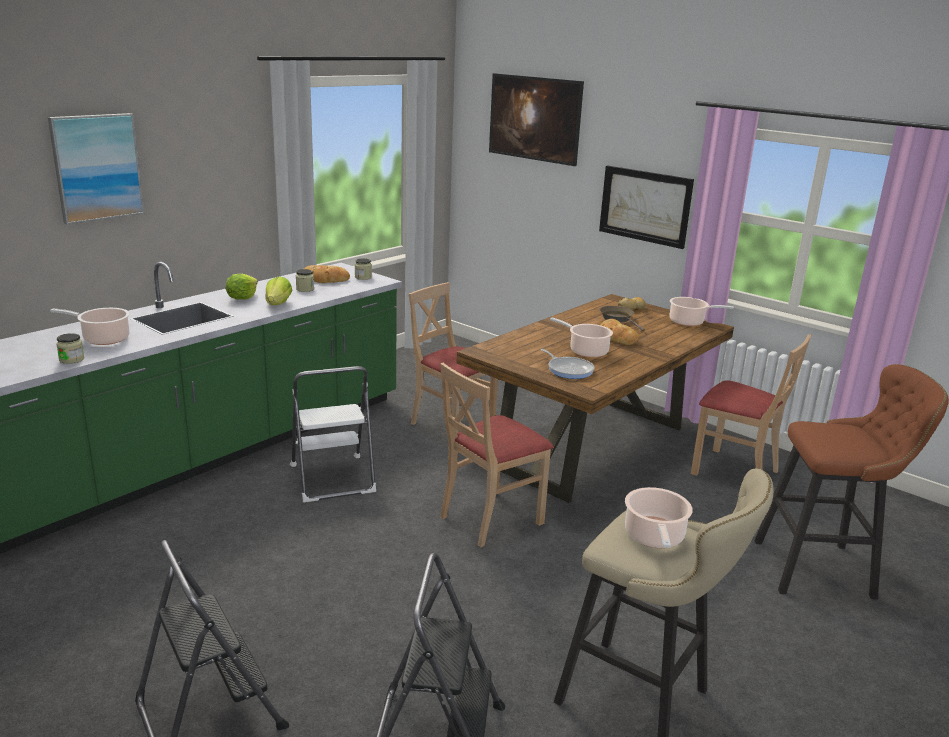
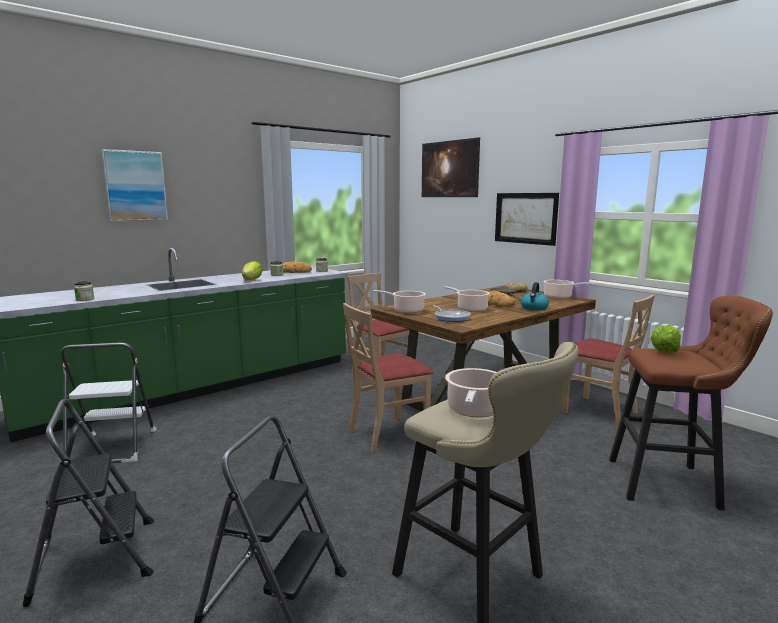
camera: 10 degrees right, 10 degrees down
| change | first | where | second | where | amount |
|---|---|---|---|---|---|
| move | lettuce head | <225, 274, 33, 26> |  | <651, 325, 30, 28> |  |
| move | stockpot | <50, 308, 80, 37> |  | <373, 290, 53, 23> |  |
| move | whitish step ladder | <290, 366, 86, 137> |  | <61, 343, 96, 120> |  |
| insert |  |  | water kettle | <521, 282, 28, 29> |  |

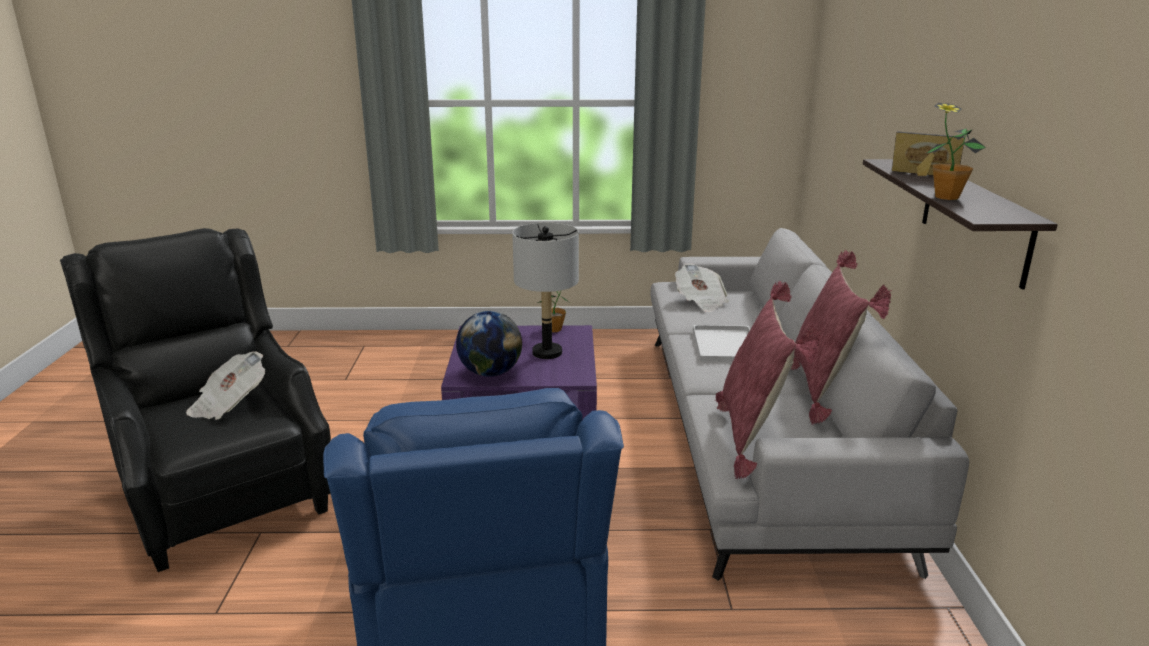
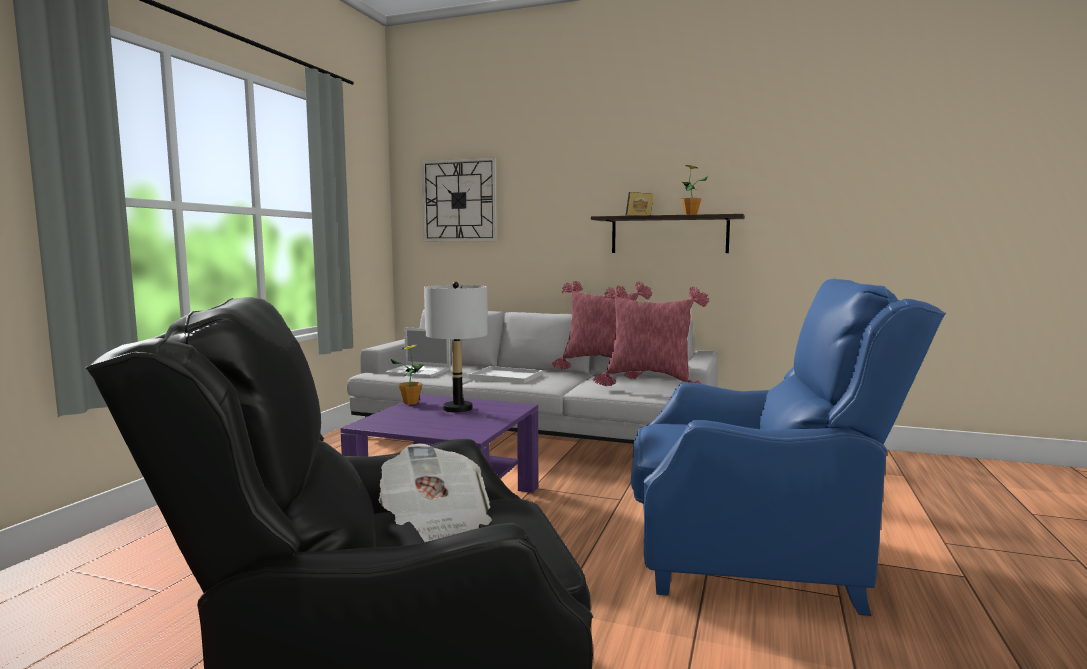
camera: 70 degrees left, 15 degrees down
| change | first | where | second | where | amount |
|---|---|---|---|---|---|
| replace | printed paper | <675, 263, 54, 49> | notebook computer | <385, 327, 66, 50> |  |
| delete | globe | <456, 311, 66, 66> |  |  |  |
| insert |  |  | wall clock | <422, 157, 75, 84> |  |

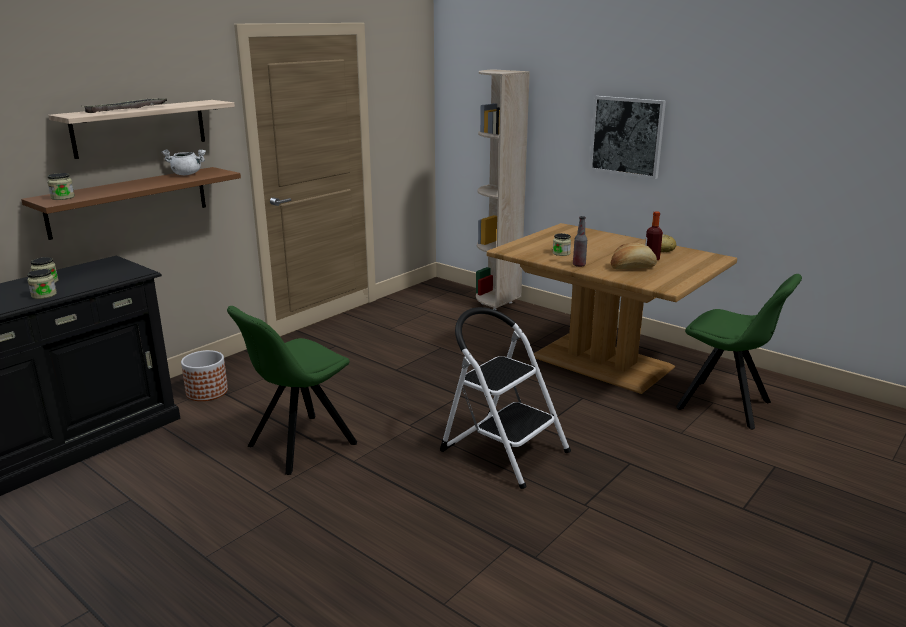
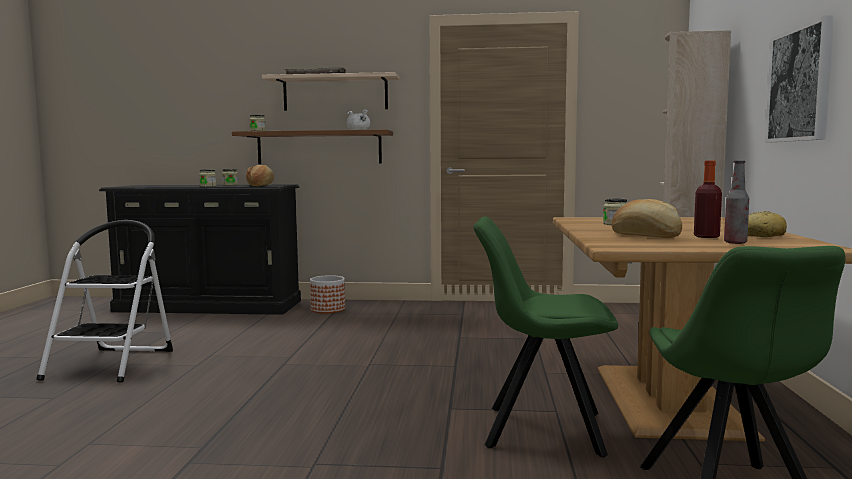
camera: 55 degrees right, 15 degrees down
| change | first | where | second | where | amount |
|---|---|---|---|---|---|
| move | drink bottle | <573, 216, 14, 51> |  | <724, 161, 25, 83> |  |
| move | green chair | <227, 306, 130, 169> |  | <473, 217, 145, 240> |  |
| move | step ladder | <440, 307, 131, 182> |  | <36, 220, 137, 162> |  |
| insert |  |  | bakery bread | <246, 165, 28, 21> |  |

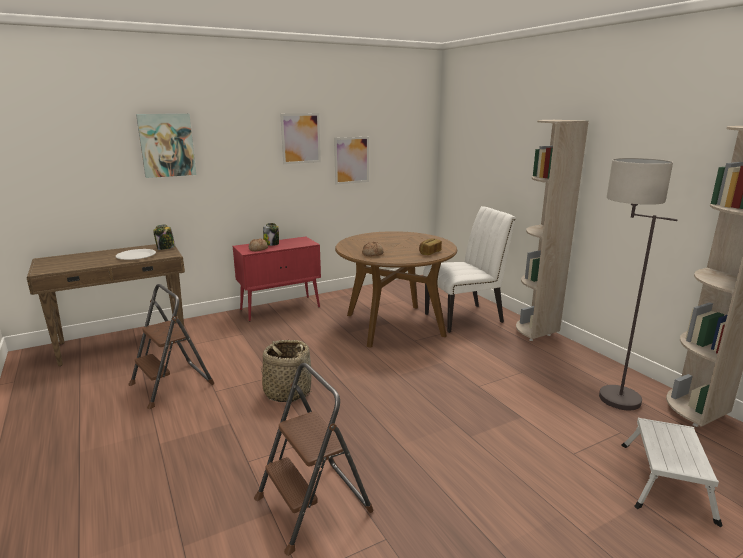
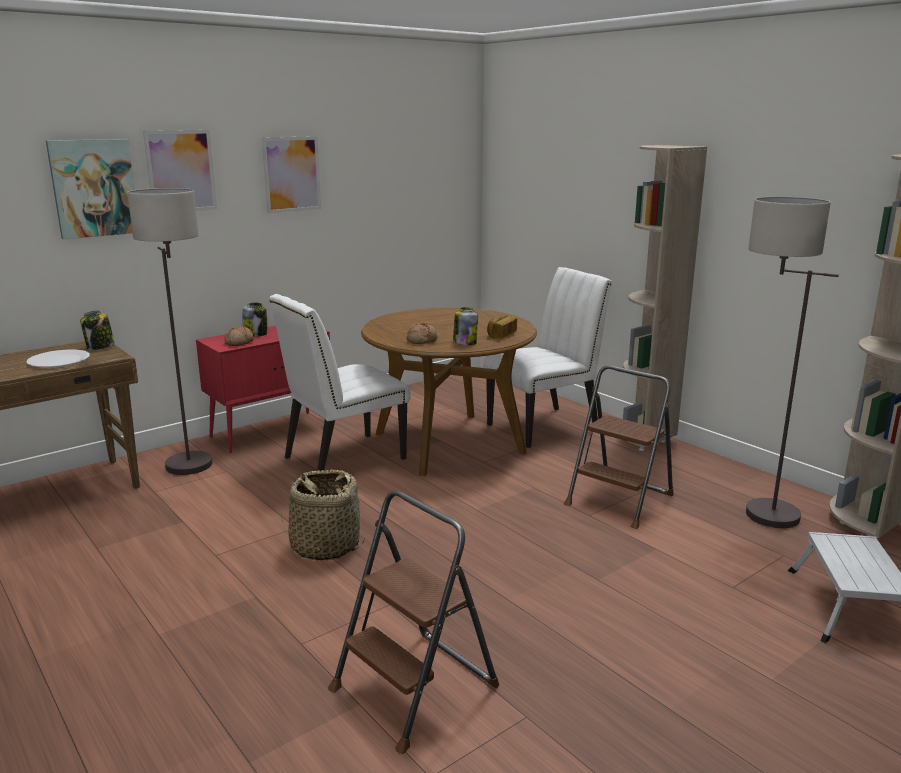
camera: 10 degrees left, 0 degrees up
| change | first | where | second | where | amount |
|---|---|---|---|---|---|
| move | wall art | <334, 137, 35, 47> |  | <143, 130, 74, 81> |  |
| move | brown step ladder | <128, 284, 86, 125> |  | <564, 366, 109, 163> |  |
| insert |  |  | greyish floor lamp | <127, 188, 85, 287> |  |
| insert |  |  | whitish chair | <269, 294, 141, 177> |  |
| insert |  |  | jar | <453, 307, 25, 38> |  |

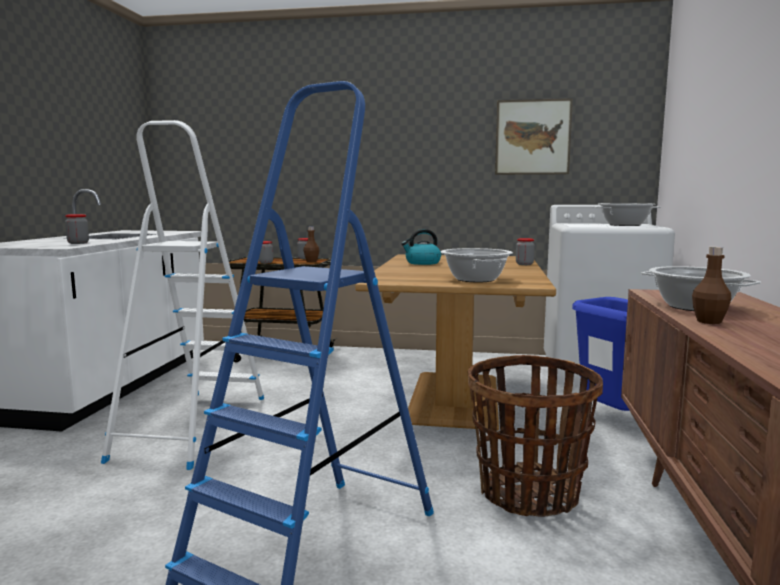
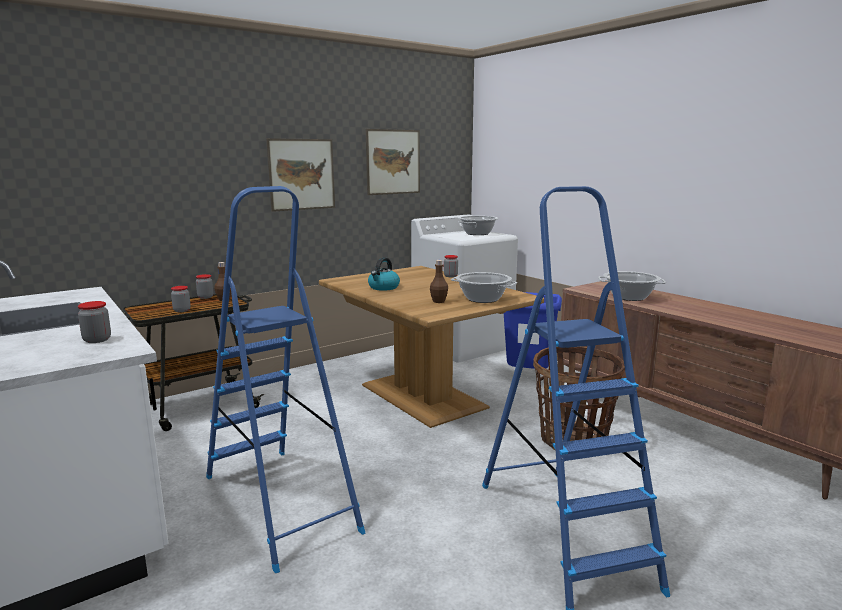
camera: 45 degrees left, 5 degrees up
| change | first | where | second | where | amount |
|---|---|---|---|---|---|
| recolor | whitish step ladder | <101, 120, 163, 350> | blue step ladder | <206, 186, 159, 387> |  |
| move | brown drink bottle | <692, 247, 39, 77> |  | <430, 260, 18, 43> |  |
| insert |  |  | wall art | <266, 138, 69, 74> |  |

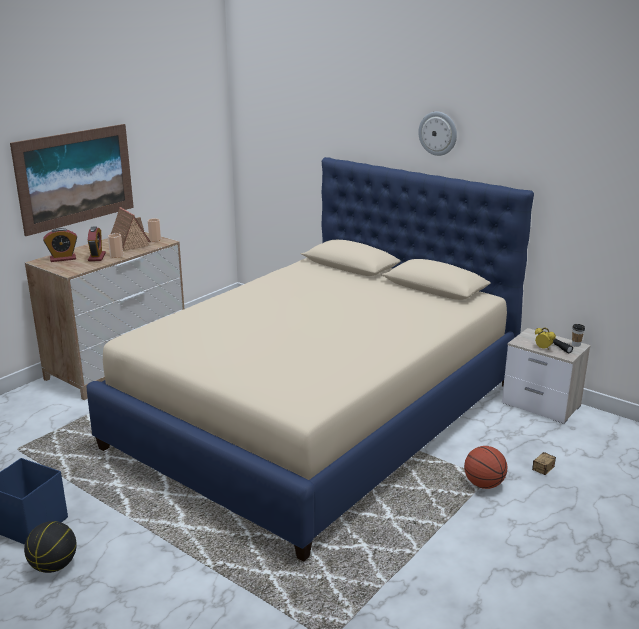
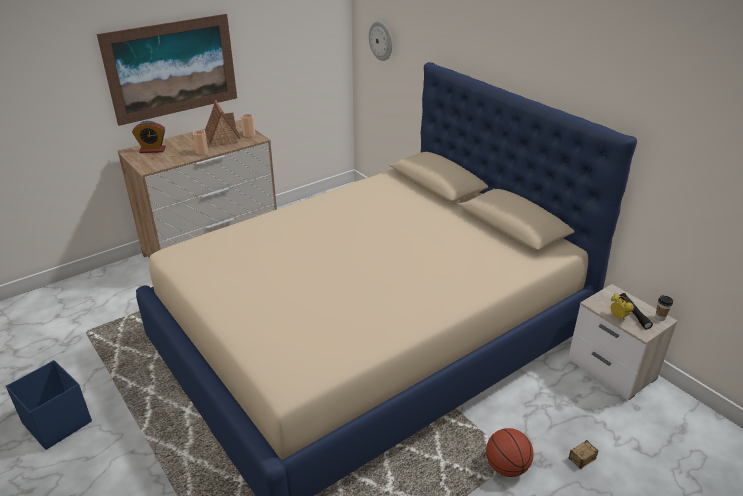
camera: 15 degrees right, 10 degrees up
| change | first | where | second | where | amount |
|---|---|---|---|---|---|
| move | wall clock | <418, 111, 39, 45> |  | <369, 22, 23, 39> |  |
| delete | alarm clock | <88, 226, 18, 35> |  |  |  |
| delete | ball for basketball | <24, 521, 53, 52> |  |  |  |

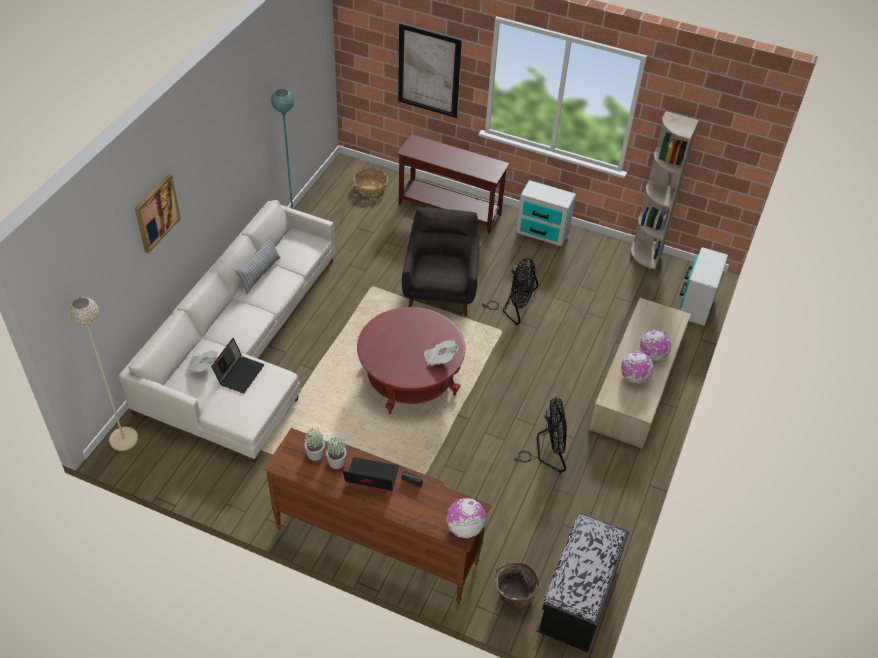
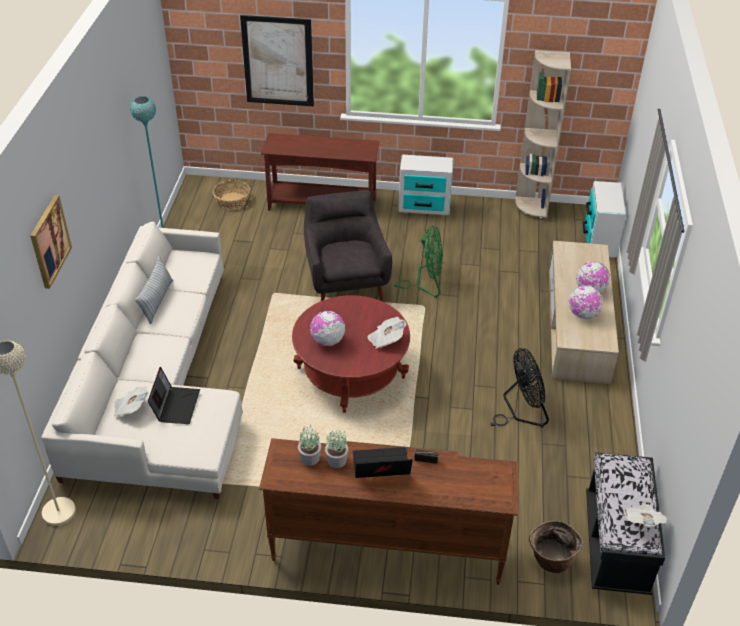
camera: 15 degrees left, 5 degrees down
| change | first | where | second | where | amount |
|---|---|---|---|---|---|
| recolor | black cooling fan | <483, 258, 55, 68> | green cooling fan | <394, 225, 49, 73> |  |
| move | globe | <446, 498, 40, 40> |  | <310, 311, 35, 35> |  |
| insert |  |  | printed paper | <624, 504, 43, 22> |  |

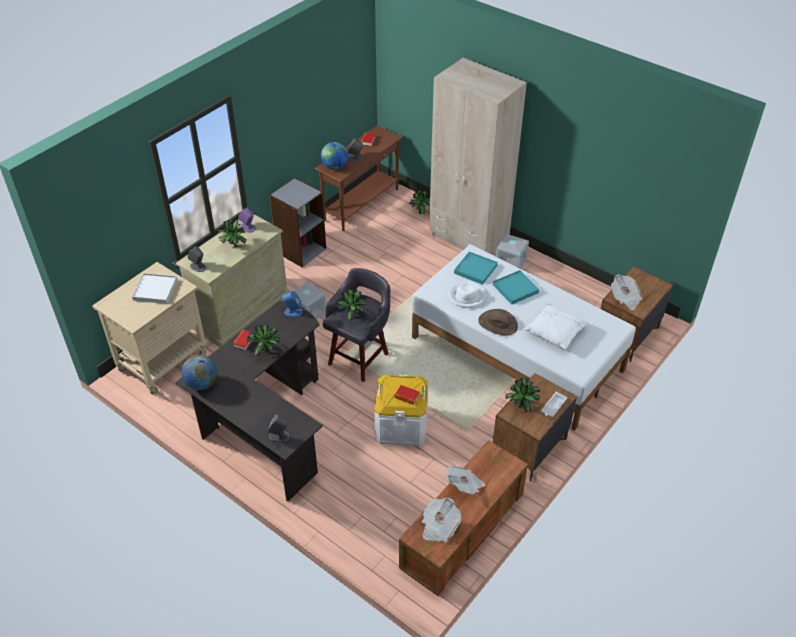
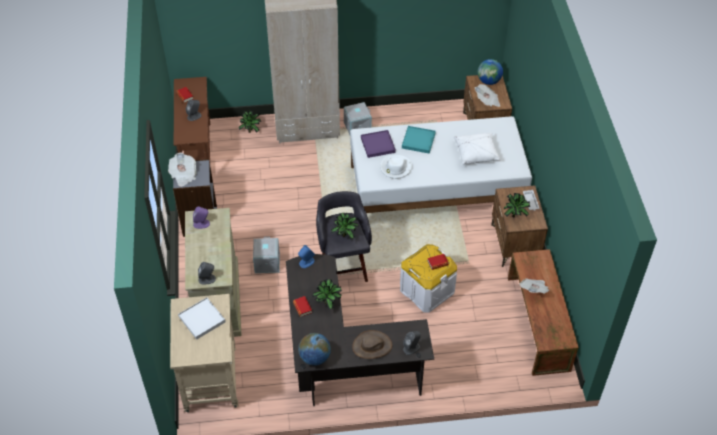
camera: 45 degrees left, 5 degrees up
| change | first | where | second | where | amount |
|---|---|---|---|---|---|
| move | globe | <321, 142, 27, 28> |  | <478, 59, 25, 26> |  |
| delete | houseplant | <218, 220, 28, 27> |  |  |  |
| recolor | turquoise-coloured tray | <454, 252, 44, 33> | purple-coloured tray | <361, 130, 35, 28> |  |
| move | brown wearable hat | <478, 309, 40, 27> |  | <352, 330, 40, 29> |  |
| move | printed paper | <422, 498, 39, 45> |  | <168, 152, 28, 35> |  |

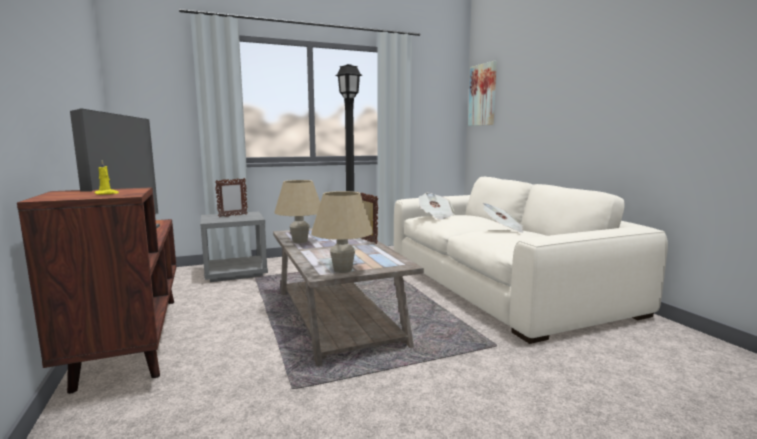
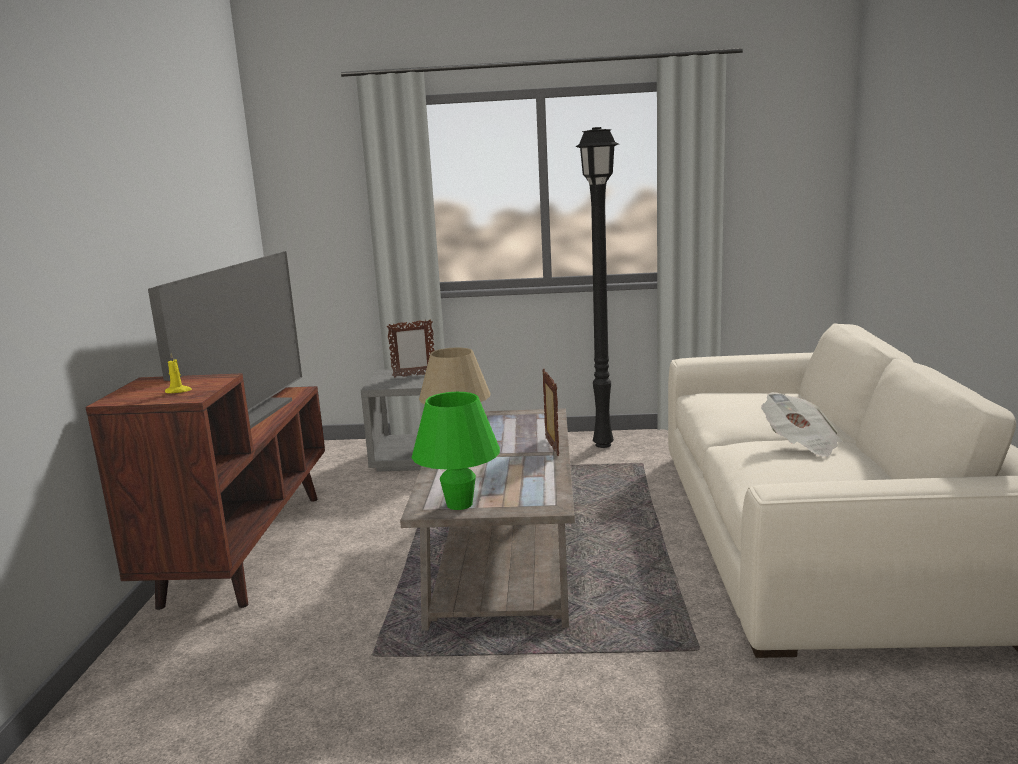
camera: 25 degrees right, 5 degrees up
| change | first | where | second | where | amount |
|---|---|---|---|---|---|
| delete | wall art | <468, 61, 29, 65> |  |  |  |
| recolor | sand-coloured table lamp | <311, 191, 62, 82> | green table lamp | <412, 392, 88, 118> |  |
| delete | printed paper | <418, 193, 37, 27> |  |  |  |

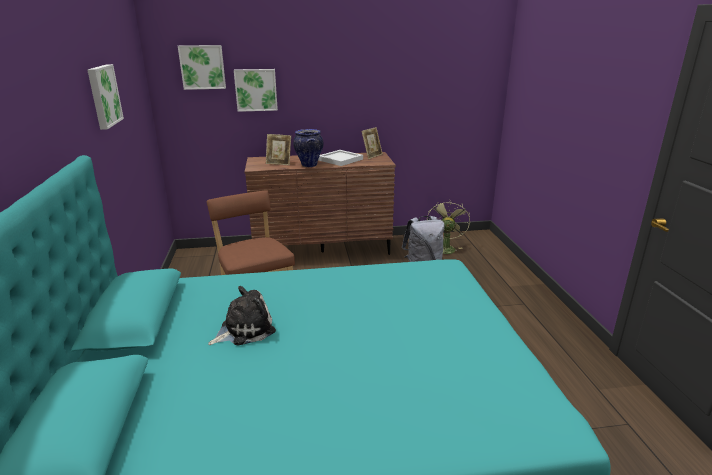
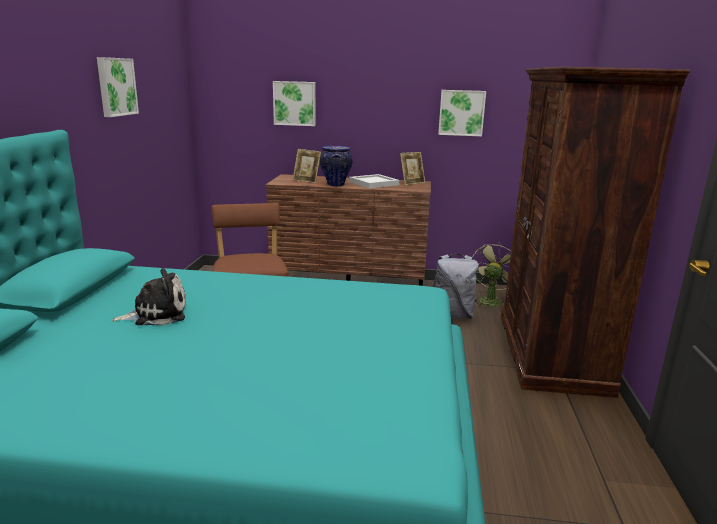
camera: 15 degrees right, 5 degrees down
| change | first | where | second | where | amount |
|---|---|---|---|---|---|
| move | wall art | <178, 45, 48, 45> |  | <438, 90, 48, 46> |  |
| insert |  |  | brown clothes cupboard | <501, 67, 189, 331> |  |

